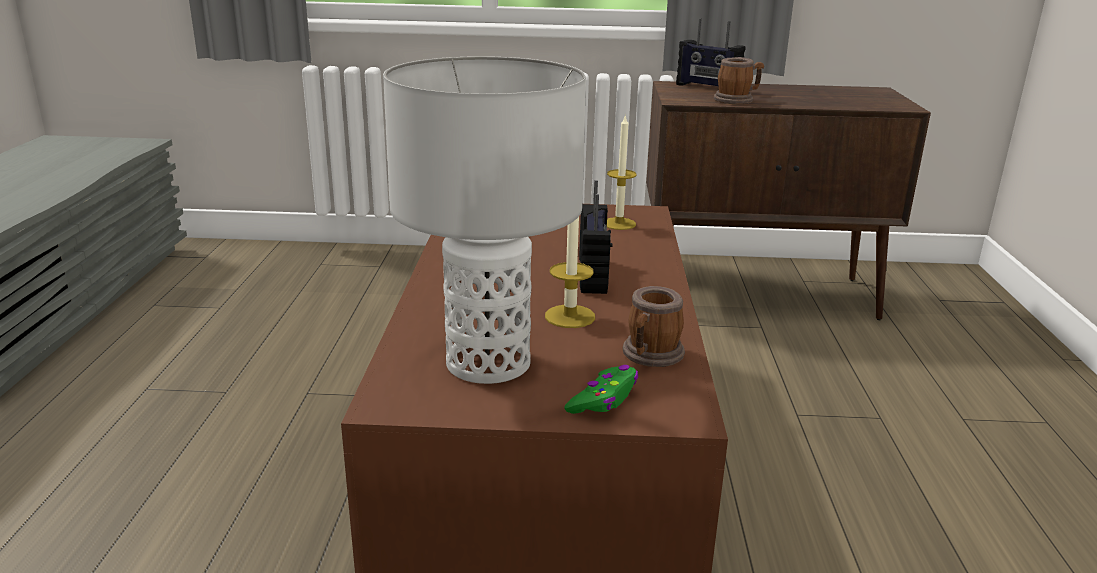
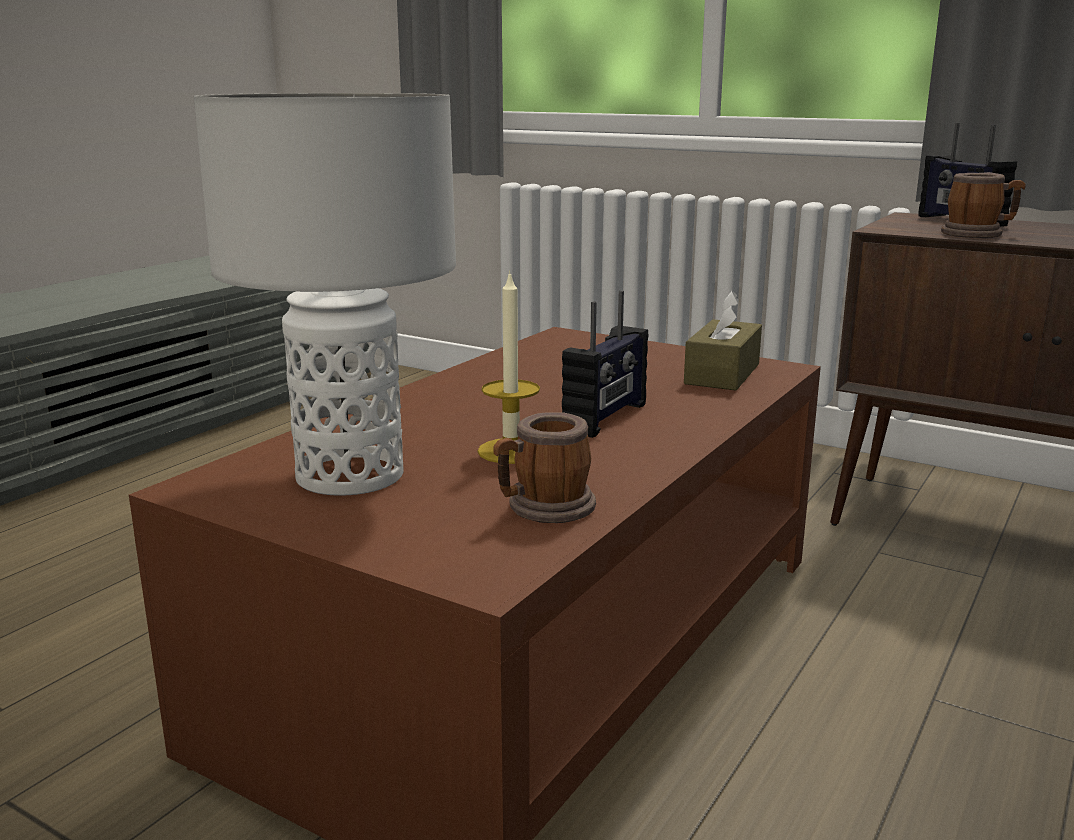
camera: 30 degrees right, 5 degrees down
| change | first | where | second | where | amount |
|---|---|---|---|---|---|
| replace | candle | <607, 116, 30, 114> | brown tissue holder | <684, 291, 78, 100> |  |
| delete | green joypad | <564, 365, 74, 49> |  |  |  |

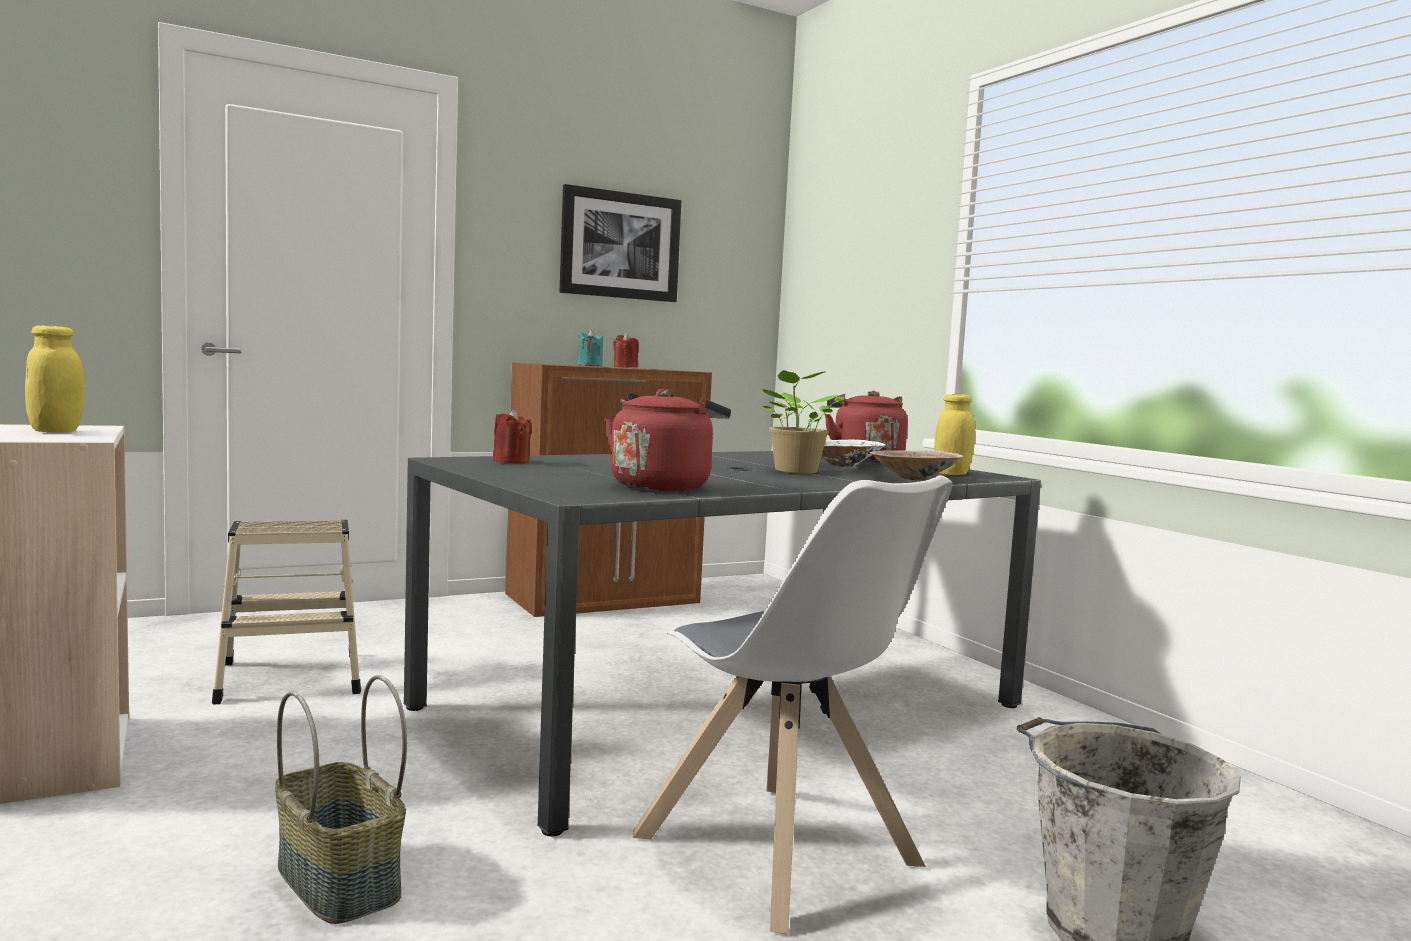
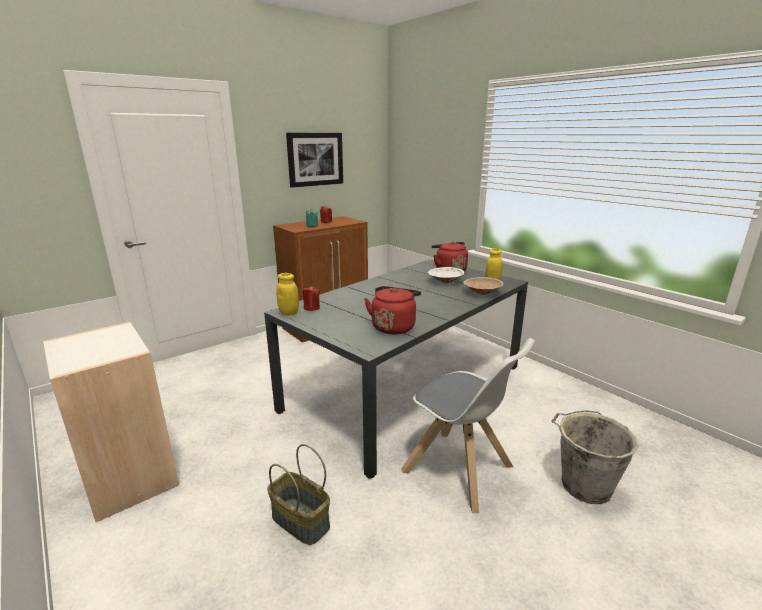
camera: 10 degrees left, 15 degrees up
| change | first | where | second | where | amount |
|---|---|---|---|---|---|
| move | yellow-coloured jar | <25, 325, 60, 108> |  | <276, 273, 23, 42> |  |
| delete | houseplant | <763, 370, 82, 104> |  |  |  |
| delete | sand-coloured step ladder | <212, 520, 149, 184> |  |  |  |

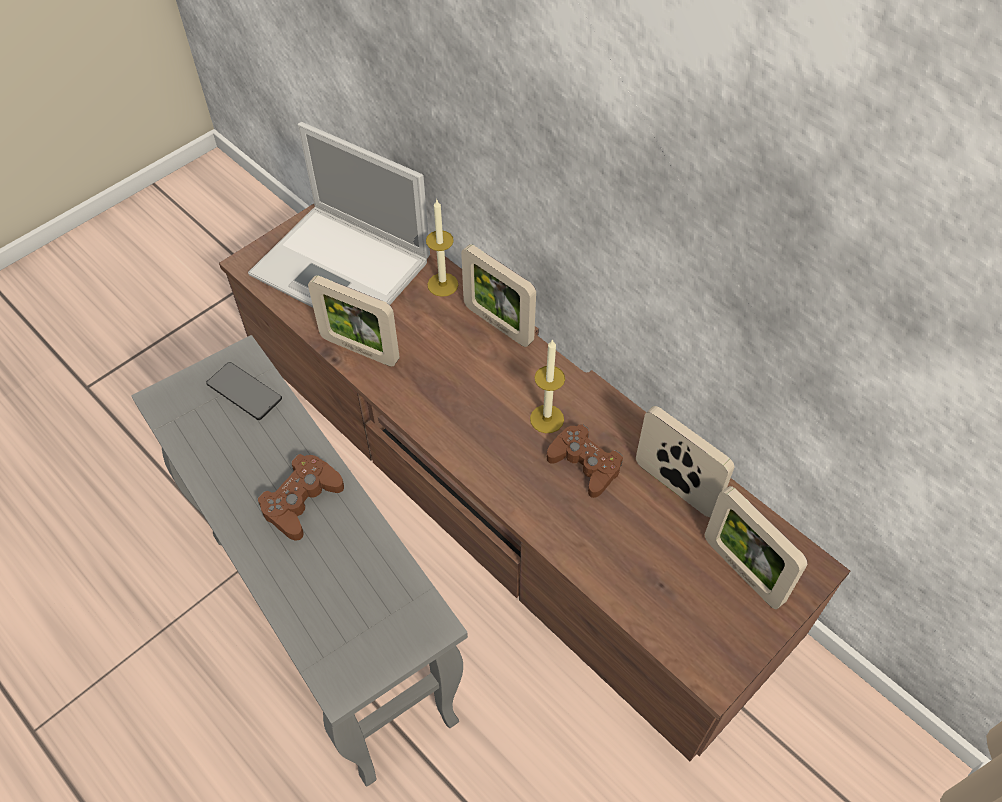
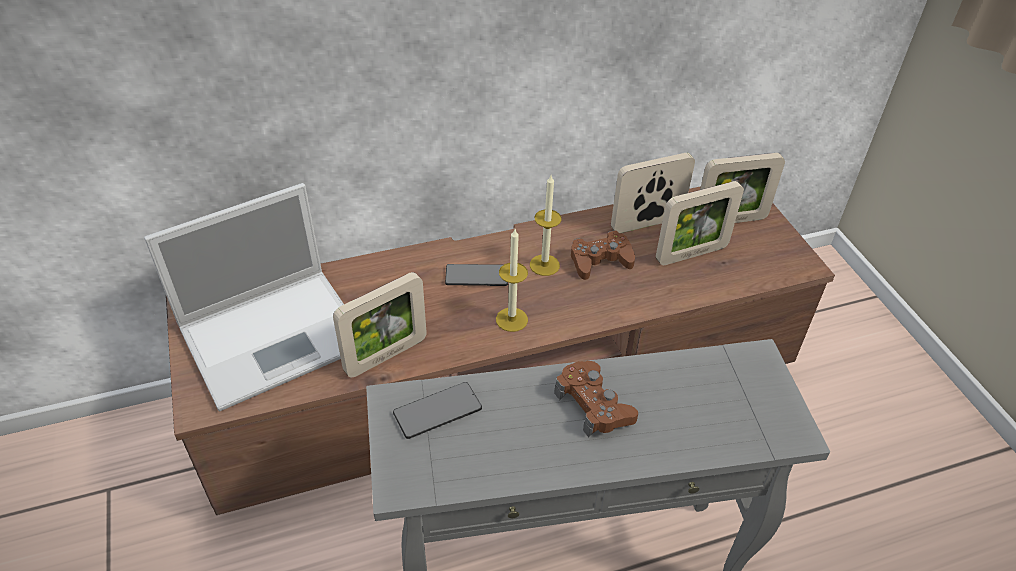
camera: 65 degrees left, 10 degrees down
| change | first | where | second | where | amount |
|---|---|---|---|---|---|
| move | candle | <426, 200, 32, 97> |  | <496, 229, 32, 103> |  |
| move | picture frame | <461, 244, 75, 103> |  | <656, 181, 88, 84> |  |
| insert |  |  | telephone | <445, 264, 63, 22> |  |

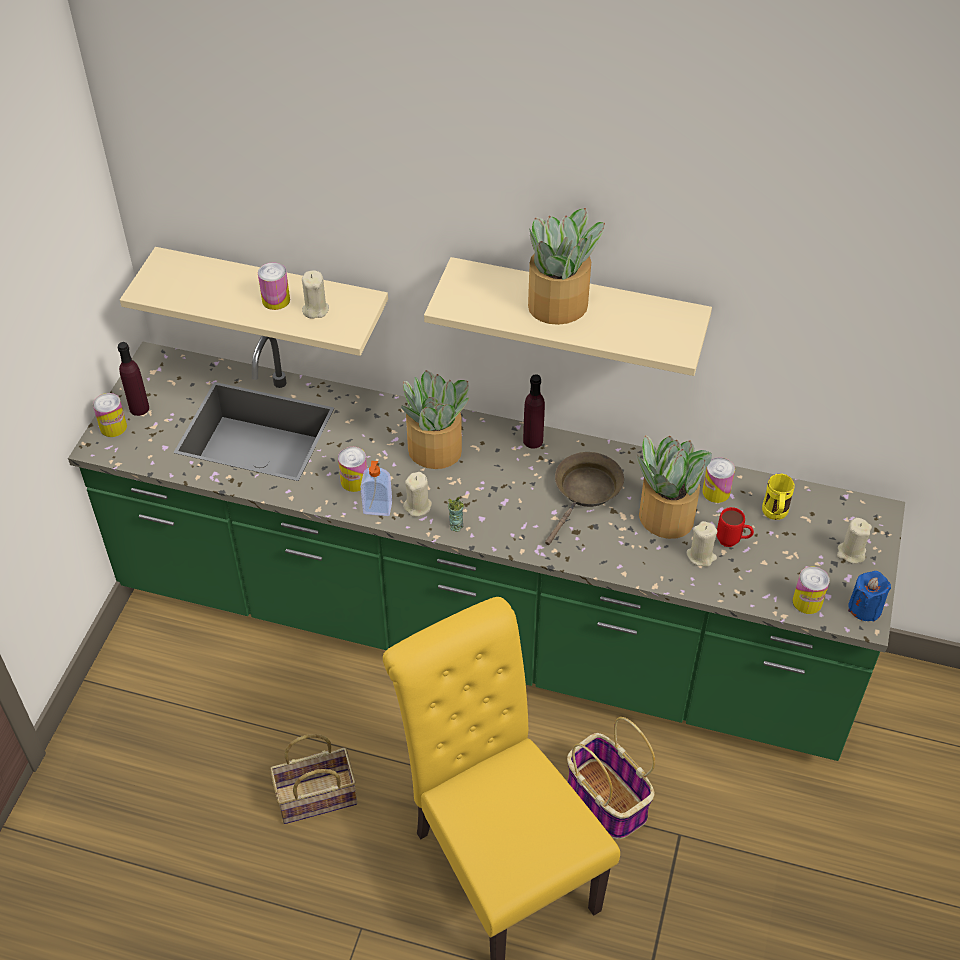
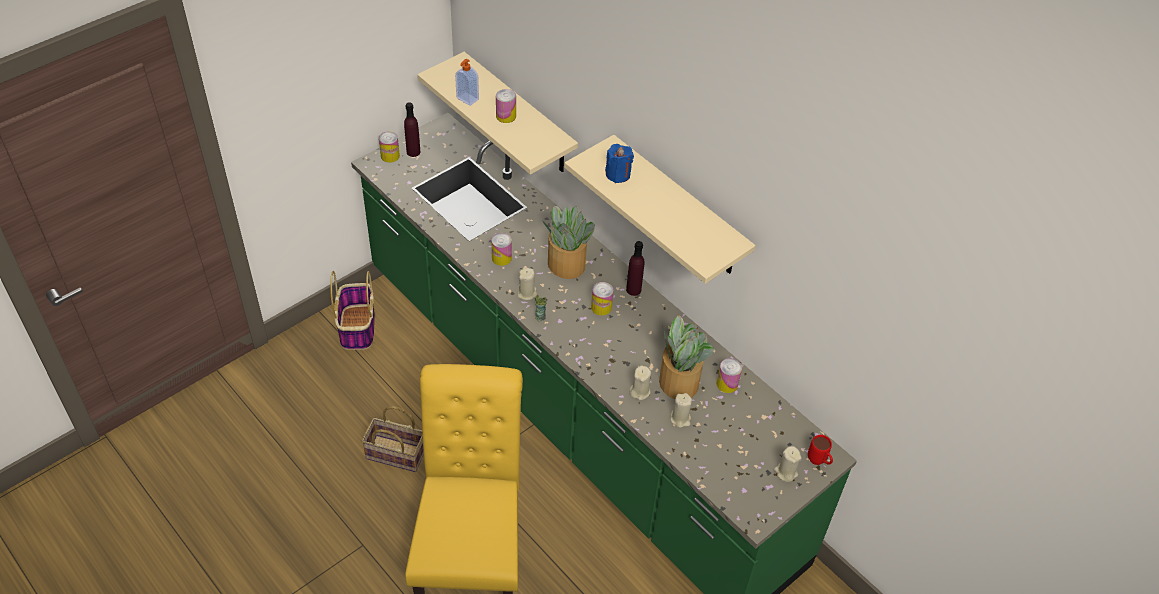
camera: 30 degrees right, 0 degrees up
| change | first | where | second | where | amount |
|---|---|---|---|---|---|
| delete | houseplant | <528, 208, 77, 117> |  |  |  |
| move | sand-coloured candle | <302, 270, 27, 49> |  | <629, 366, 22, 34> |  |
| delete | brown pan | <545, 452, 79, 93> |  |  |  |
| move | soap dispenser | <361, 461, 31, 55> |  | <455, 59, 24, 47> |  |
| delete | yellow-coloured coffee mug | <762, 474, 33, 46> |  |  |  |
| move | red coffee mug | <717, 507, 37, 40> |  | <808, 435, 25, 30> |  |
| move | can | <793, 566, 37, 48> |  | <591, 282, 22, 34> |  |
| move | blue candle | <848, 571, 43, 51> |  | <605, 144, 29, 39> |  |
| move | storage basket | <567, 717, 88, 122> |  | <330, 271, 45, 79> |  |

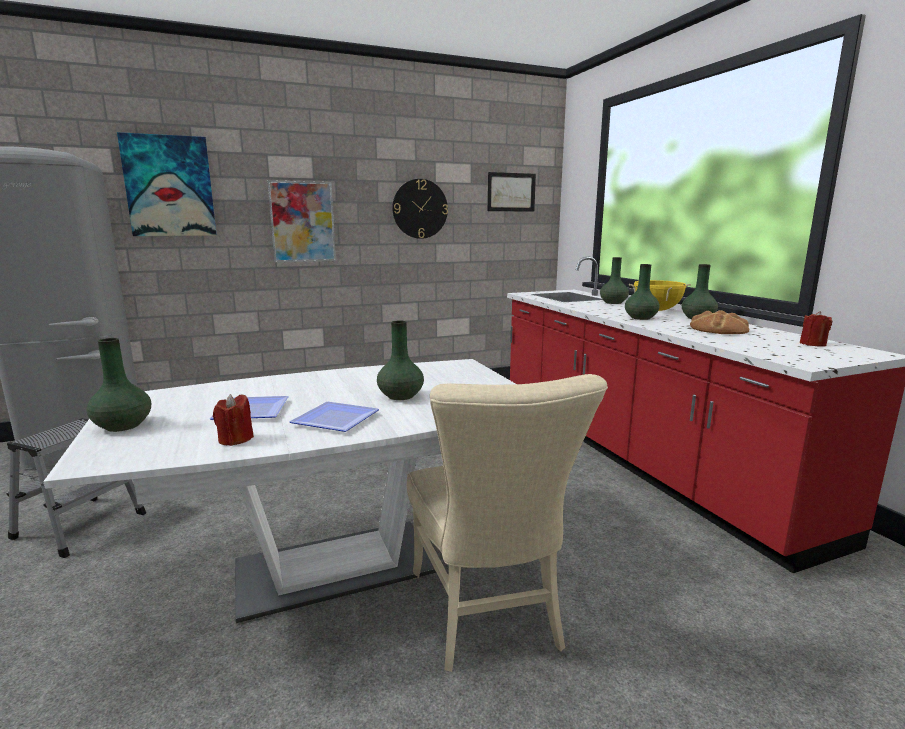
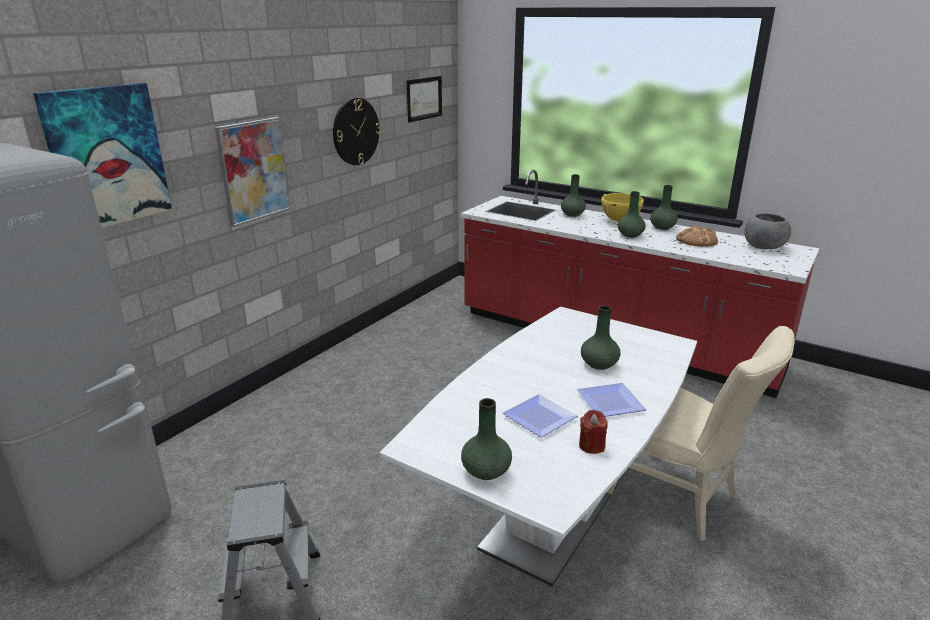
camera: 35 degrees left, 10 degrees up
| change | first | where | second | where | amount |
|---|---|---|---|---|---|
| replace | red candle | <800, 311, 32, 36> | greyish deep dish | <744, 214, 47, 35> |  |

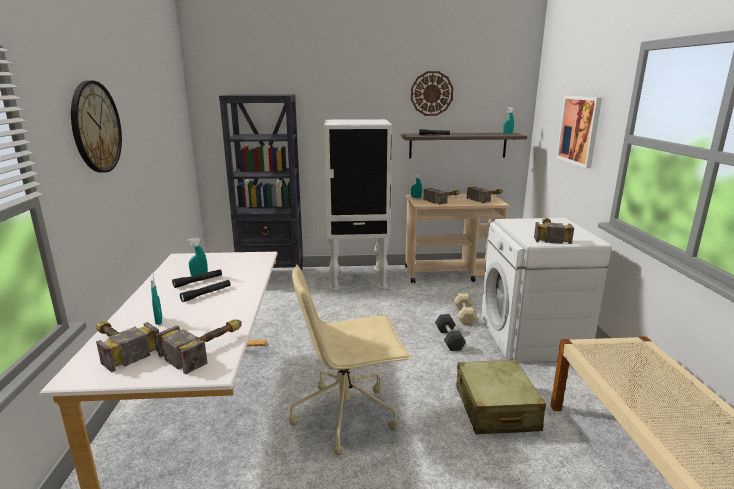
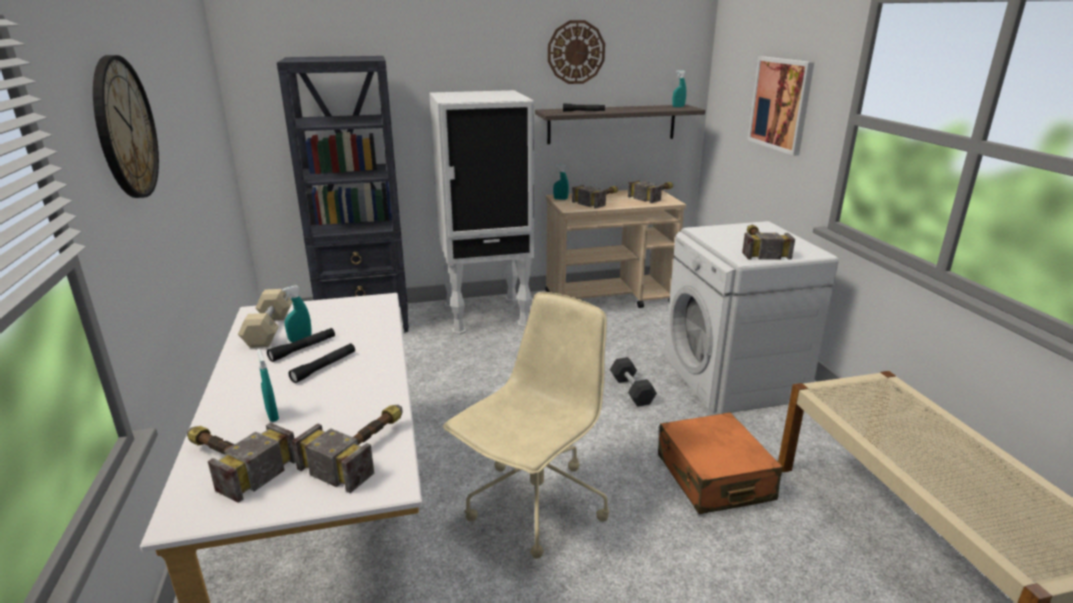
camera: 10 degrees left, 5 degrees up
| change | first | where | second | where | amount |
|---|---|---|---|---|---|
| rotate | sand-coloured desk chair | <289, 265, 122, 191> |  | <443, 292, 166, 267> | 150 degrees clockwise |
| move | sand-coloured free weight | <454, 293, 23, 32> |  | <238, 289, 55, 59> |  |
| recolor | sand-coloured piece of luggage | <456, 360, 90, 74> | orangey piece of luggage | <658, 412, 125, 102> |  |

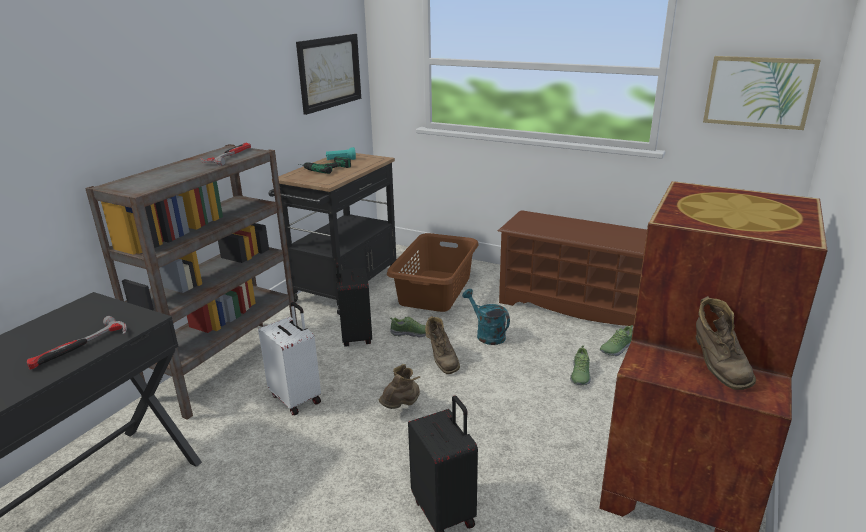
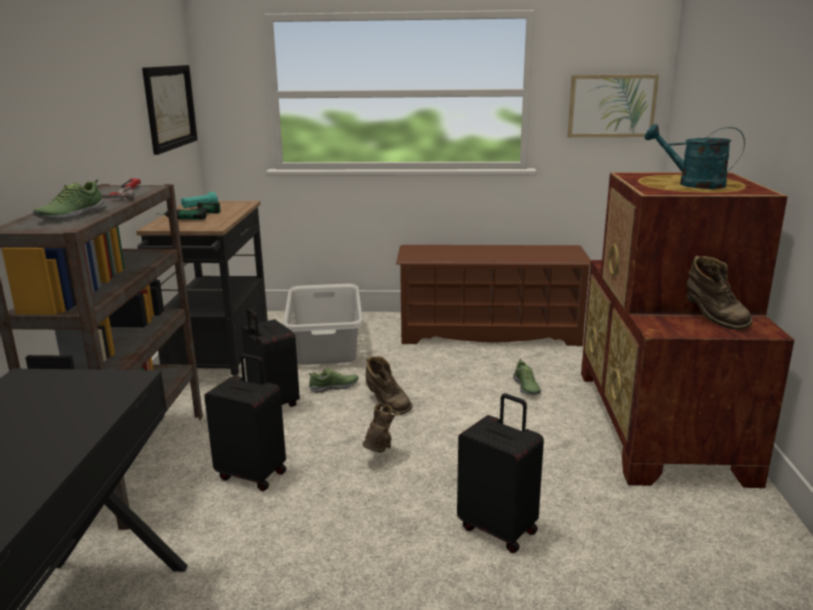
camera: 25 degrees left, 5 degrees down
| change | first | where | second | where | amount |
|---|---|---|---|---|---|
| recolor | brown laundry basket | <387, 233, 92, 79> | greyish laundry basket | <283, 284, 80, 81> |  |
| move | turquoise-coloured watering pot | <462, 289, 48, 56> |  | <645, 124, 100, 65> |  |
| recolor | whitish piece of luggage | <258, 302, 63, 114> | black piece of luggage | <204, 354, 82, 137> |  |
| delete | hand hammer | <27, 316, 100, 54> |  |  |  |
| move | shoe | <600, 325, 33, 31> |  | <33, 180, 73, 41> |  |

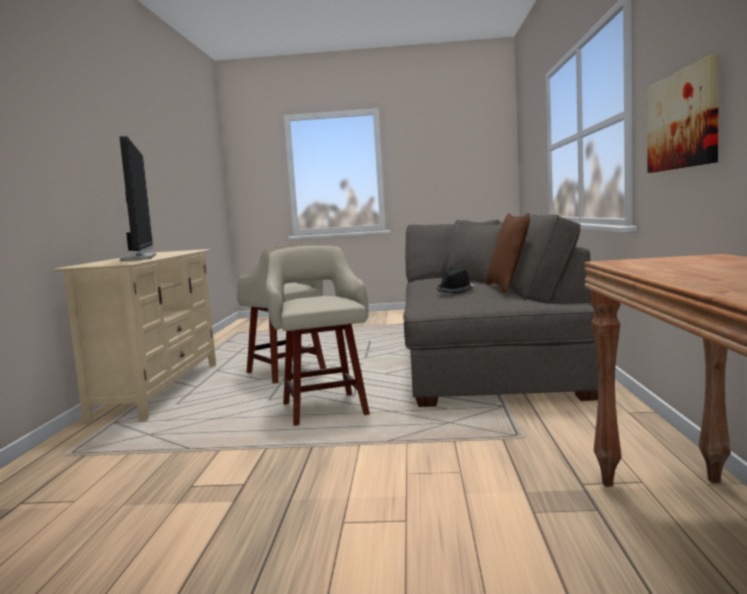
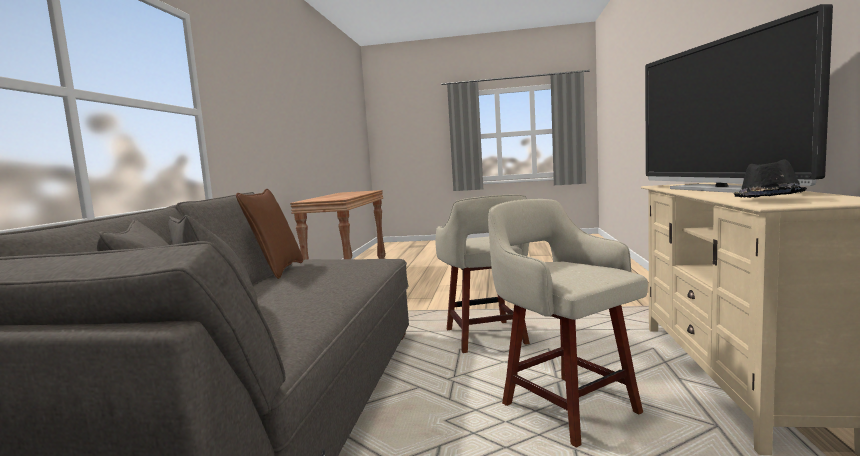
camera: 175 degrees left, 0 degrees up
| change | first | where | second | where | amount |
|---|---|---|---|---|---|
| delete | wall art | <647, 55, 72, 118> |  |  |  |
| move | black wearable hat | <436, 267, 38, 27> |  | <734, 159, 73, 39> |  |

